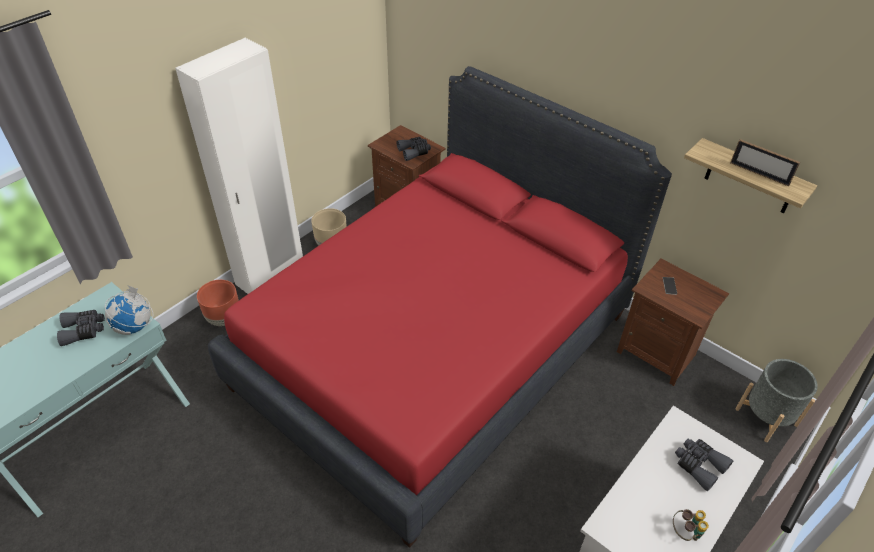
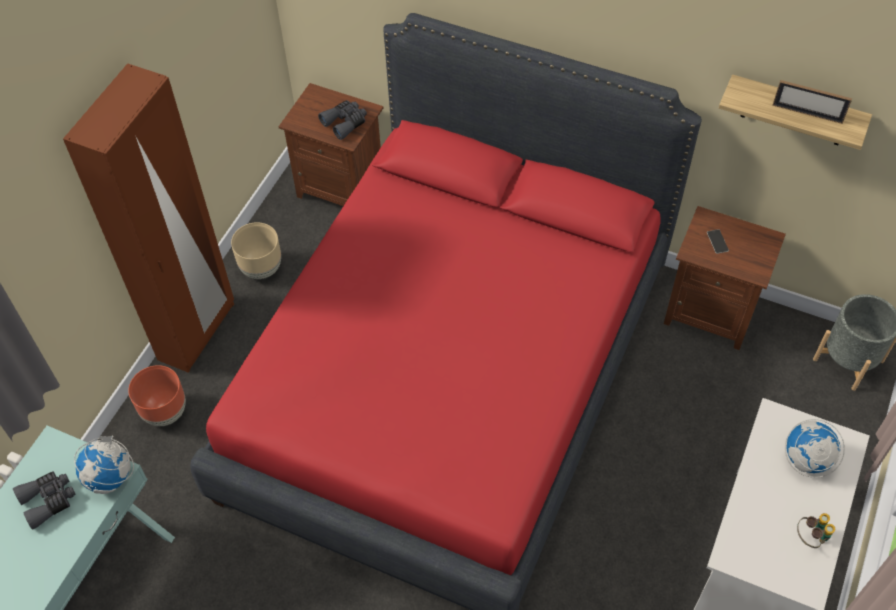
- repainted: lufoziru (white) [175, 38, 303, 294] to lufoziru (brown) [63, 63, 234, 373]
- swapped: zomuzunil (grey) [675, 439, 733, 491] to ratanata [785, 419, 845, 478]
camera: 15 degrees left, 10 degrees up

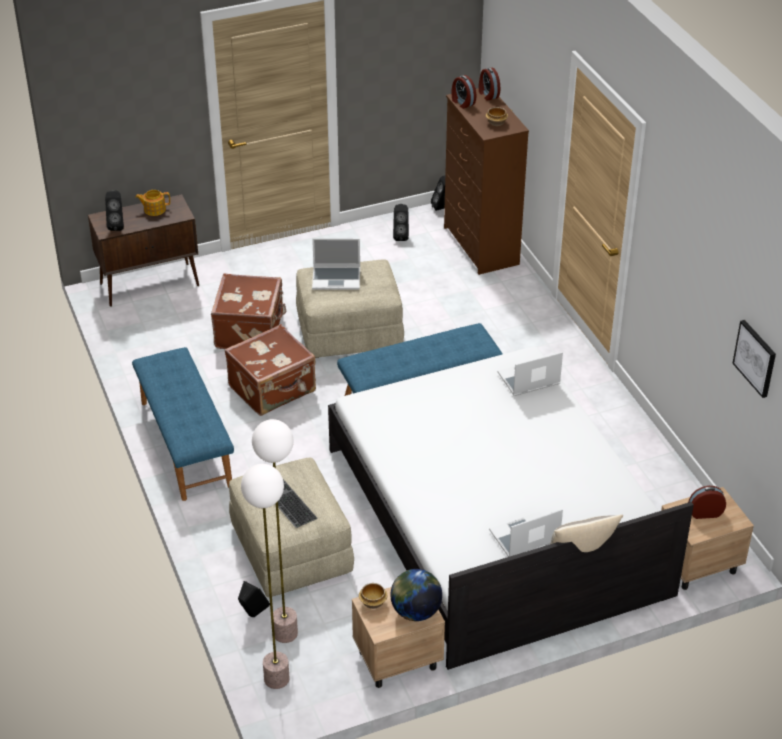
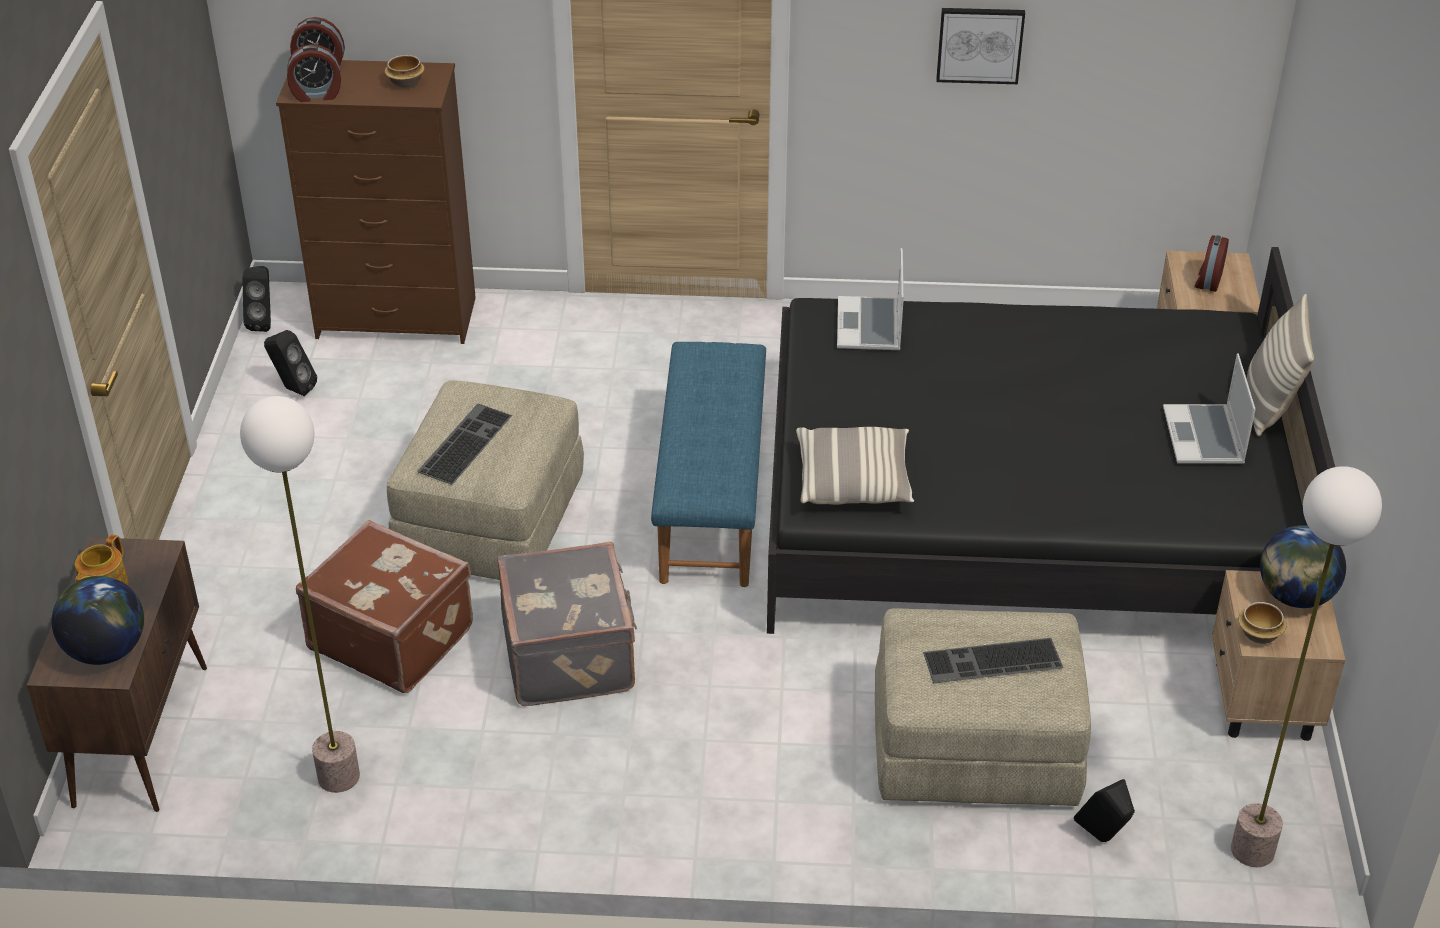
- swapped: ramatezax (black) [105, 190, 124, 231] to ratanata [52, 576, 144, 665]
- swapped: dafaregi [312, 238, 360, 290] to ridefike [417, 403, 512, 485]
- shifted: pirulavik [732, 320, 776, 398] to [936, 8, 1025, 84]
- repainted: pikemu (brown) [224, 324, 316, 416] to pikemu (grey) [497, 542, 637, 706]
- repainted: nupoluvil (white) [328, 346, 694, 670] to nupoluvil (black) [767, 247, 1335, 634]
- gone: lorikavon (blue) [132, 347, 234, 501]
- shifted: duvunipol [252, 419, 298, 643] to [240, 396, 360, 793]
- new: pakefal [796, 427, 914, 505]
camera: 65 degrees left, 0 degrees up

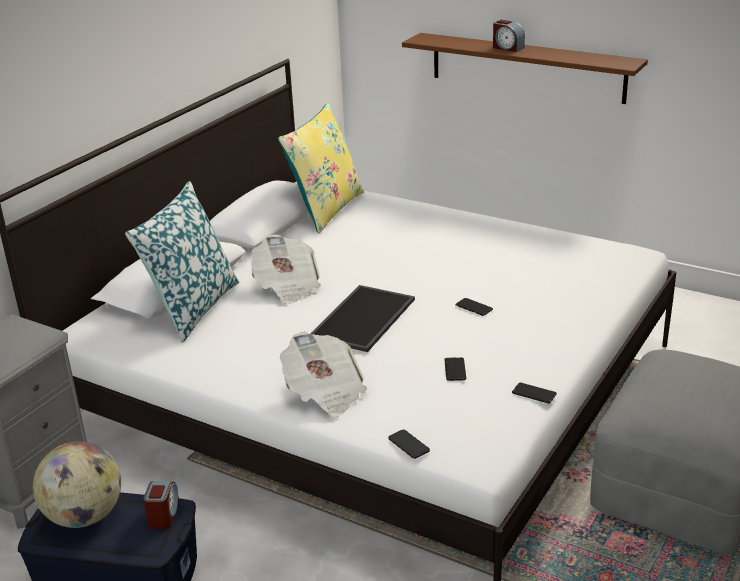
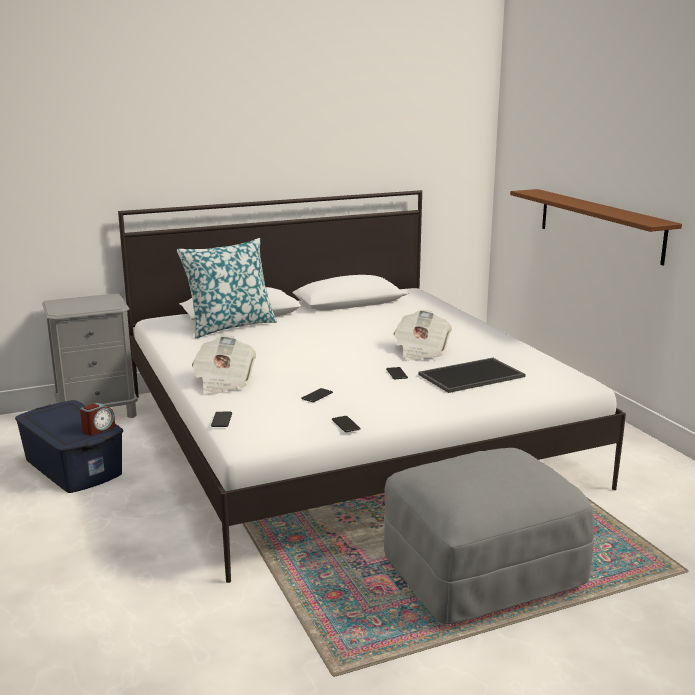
- gone: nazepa [493, 20, 525, 52]
- gone: pakefal (yellow) [278, 103, 364, 233]
- shifted: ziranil [251, 235, 321, 304] to [393, 310, 452, 361]
- shifted: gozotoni [310, 285, 415, 352] to [418, 358, 526, 393]
- gone: ratanata [33, 441, 121, 528]
camera: 35 degrees right, 10 degrees down

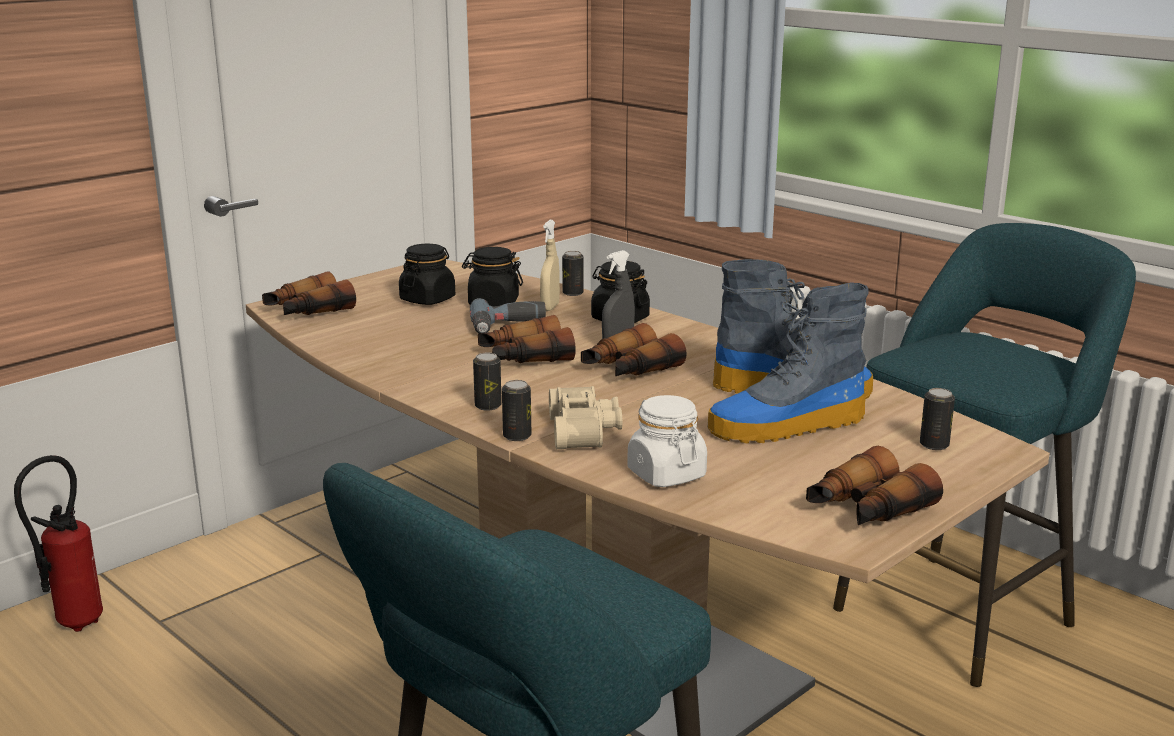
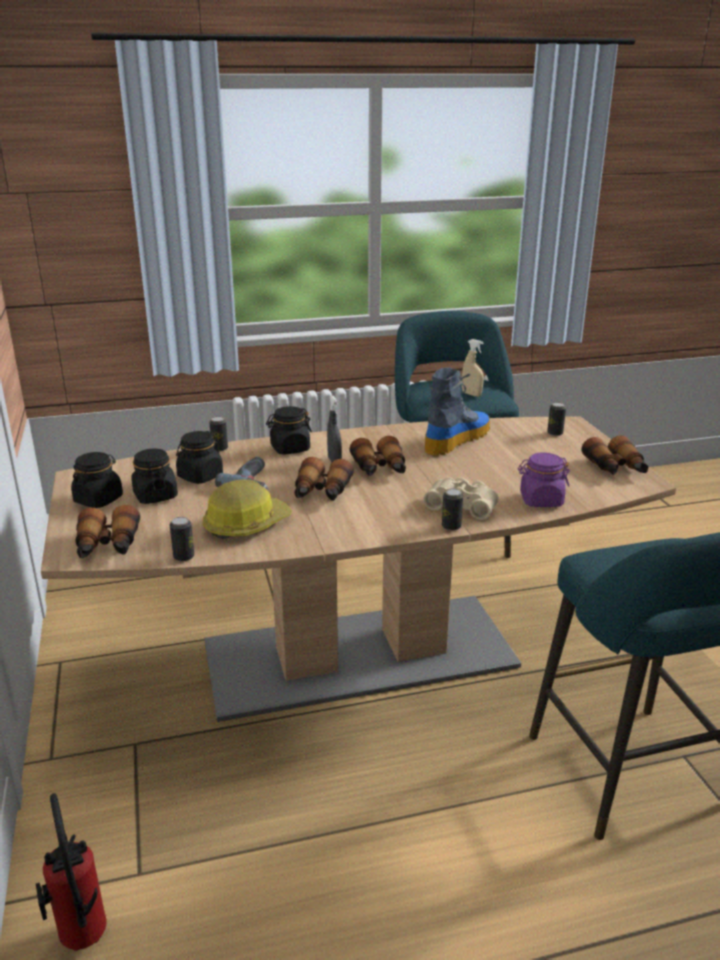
- shifted: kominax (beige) [540, 220, 560, 311] to [462, 339, 484, 397]
- gone: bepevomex [707, 283, 868, 443]
- shifted: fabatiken [473, 353, 502, 411] to [170, 517, 194, 562]
- repainted: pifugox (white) [627, 395, 707, 487] to pifugox (purple) [518, 453, 570, 507]
- new: pifugox (black) [71, 452, 123, 508]
- new: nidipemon [203, 479, 292, 539]
camera: 60 degrees left, 5 degrees up

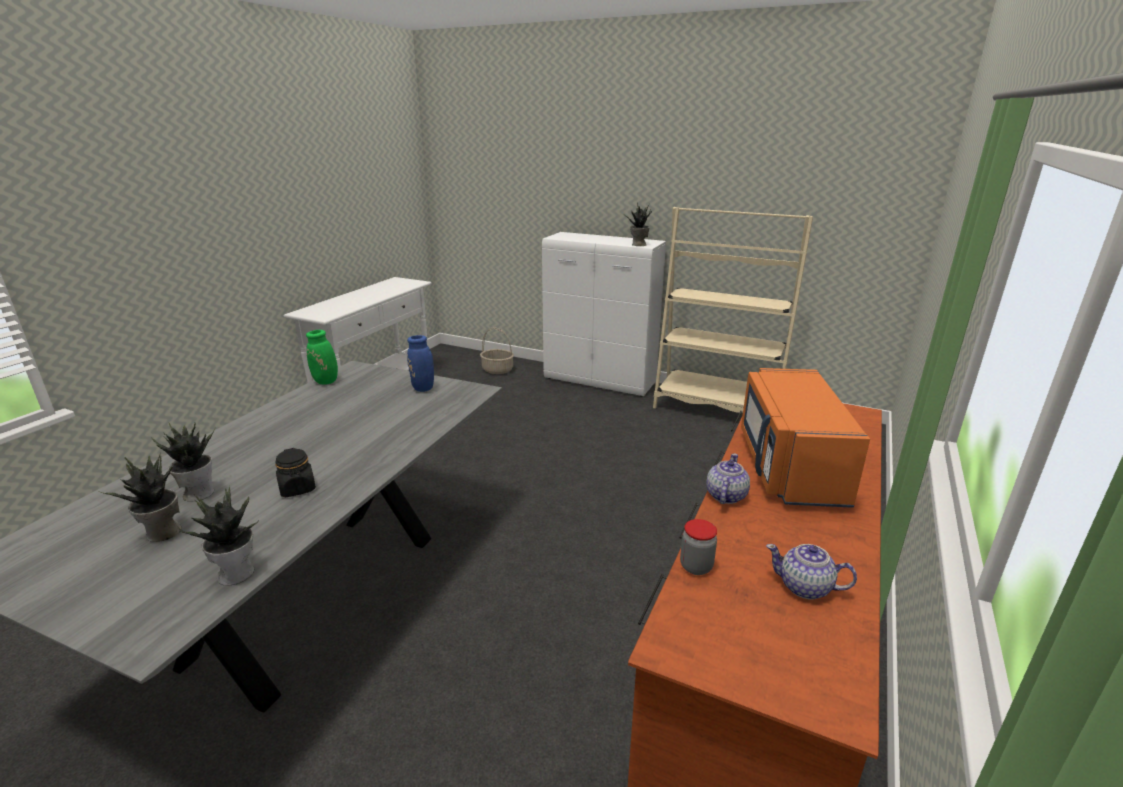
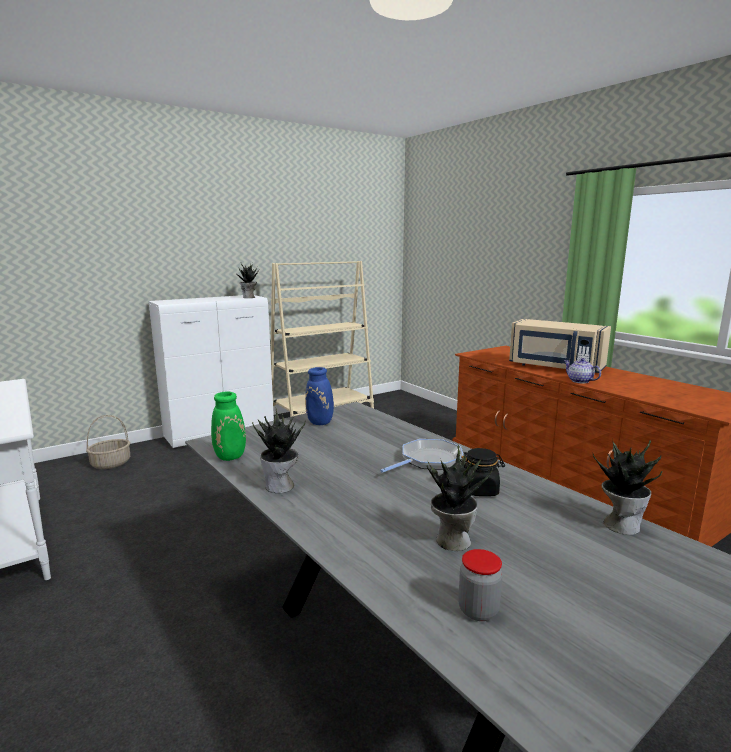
- repainted: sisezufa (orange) [741, 368, 870, 508] to sisezufa (beige) [509, 319, 611, 373]
- shifted: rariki [100, 453, 182, 542] to [252, 408, 306, 493]
- shifted: pifugox [680, 519, 717, 575] to [458, 549, 503, 621]
- gone: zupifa [766, 544, 857, 599]
- new: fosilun [380, 439, 463, 473]
camera: 60 degrees left, 10 degrees down

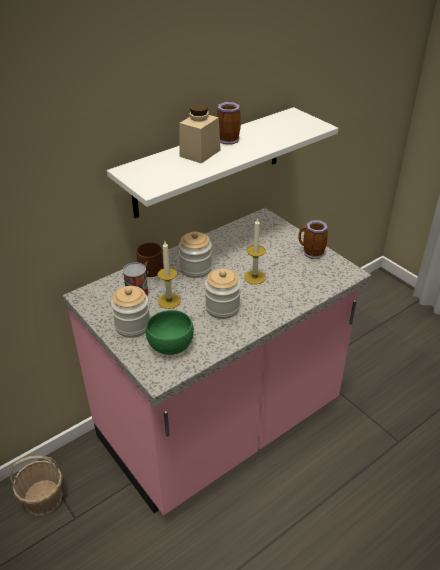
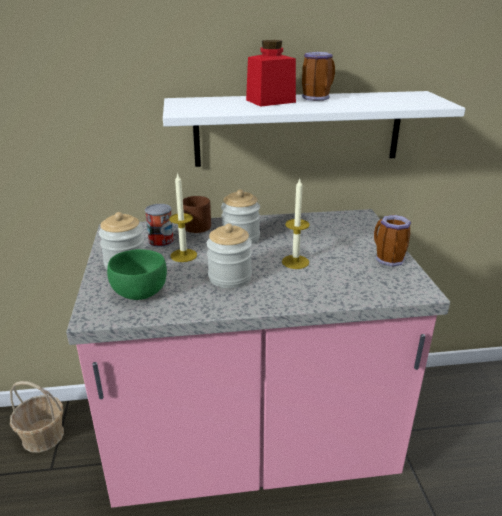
- repainted: pifugox (beige) [179, 104, 221, 164] to pifugox (red) [246, 40, 296, 107]
camera: 30 degrees right, 10 degrees down

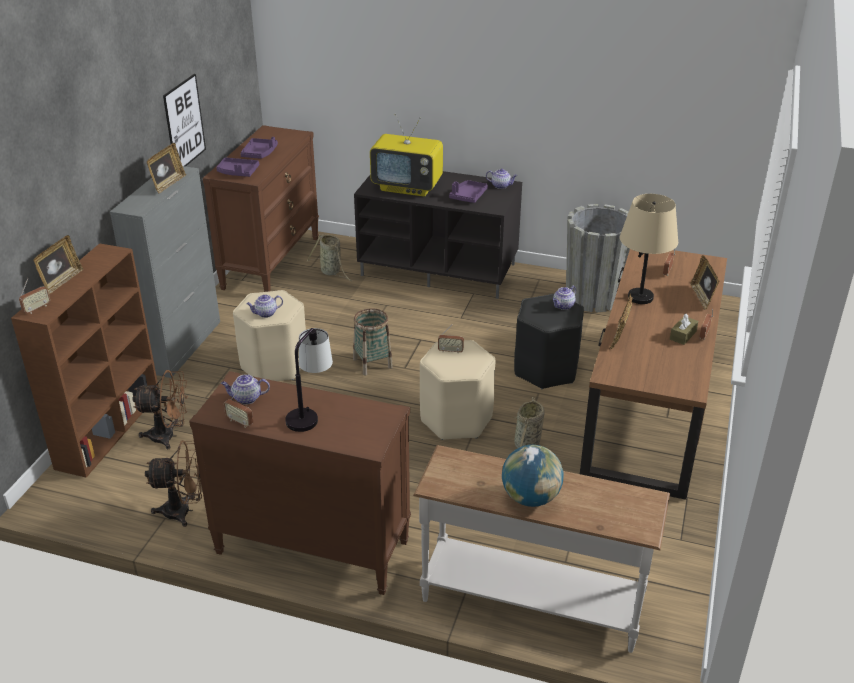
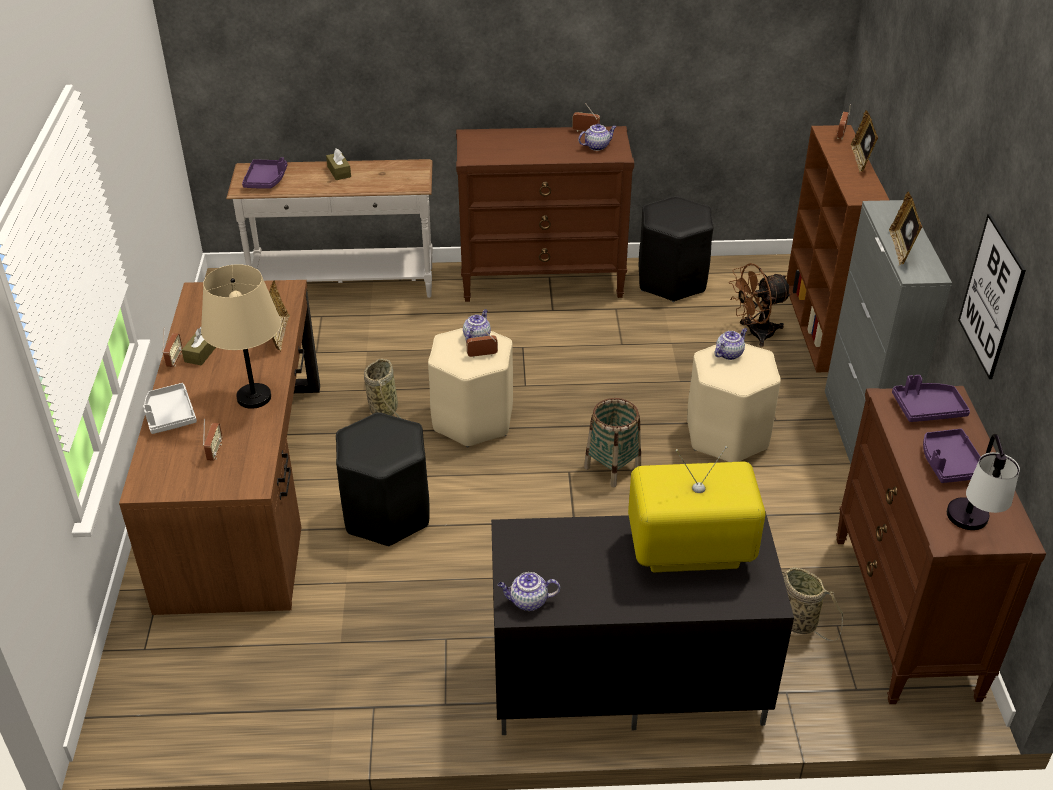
- shifted: gozotoni (purple) [449, 180, 488, 203] to [242, 157, 288, 189]
- gone: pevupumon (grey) [566, 204, 630, 313]
- swapped: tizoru [690, 255, 719, 310] to gozotoni (grey) [143, 383, 197, 434]
- shifted: zupifa [553, 286, 576, 310] to [463, 309, 491, 340]
- shifted: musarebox [285, 328, 333, 432] to [947, 433, 1020, 530]
- swapped: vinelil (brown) [145, 440, 202, 527] to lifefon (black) [639, 196, 713, 302]
- swapped: ratanata [502, 445, 564, 507] to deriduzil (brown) [326, 148, 351, 180]
camera: 160 degrees right, 5 degrees up

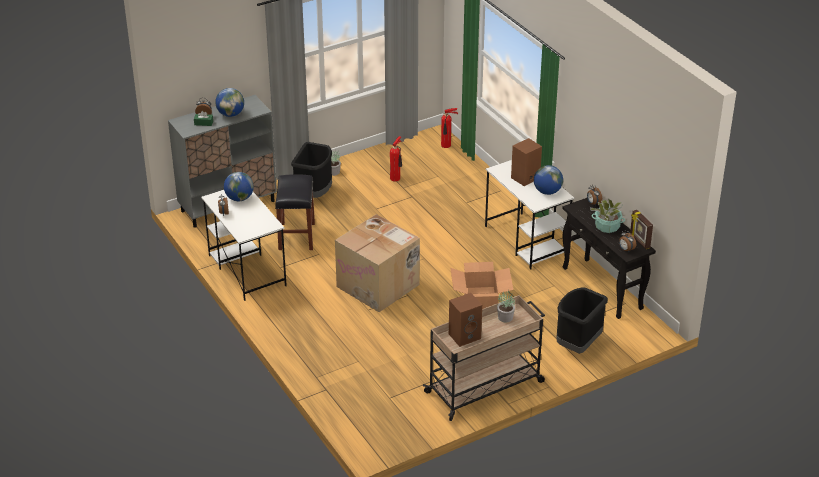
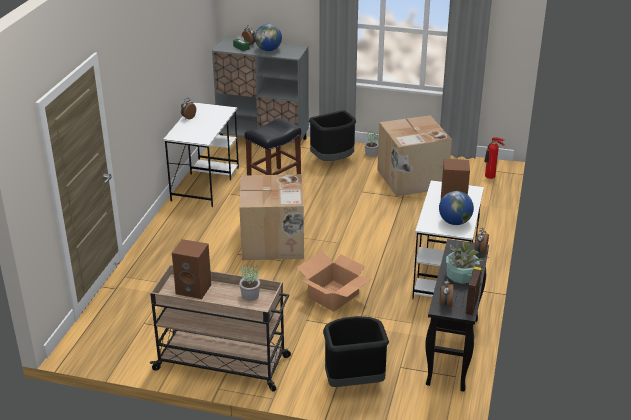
- swapped: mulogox [390, 136, 402, 181] to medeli [377, 116, 452, 197]
- gone: ratanata [224, 172, 254, 201]
camera: 45 degrees right, 5 degrees down

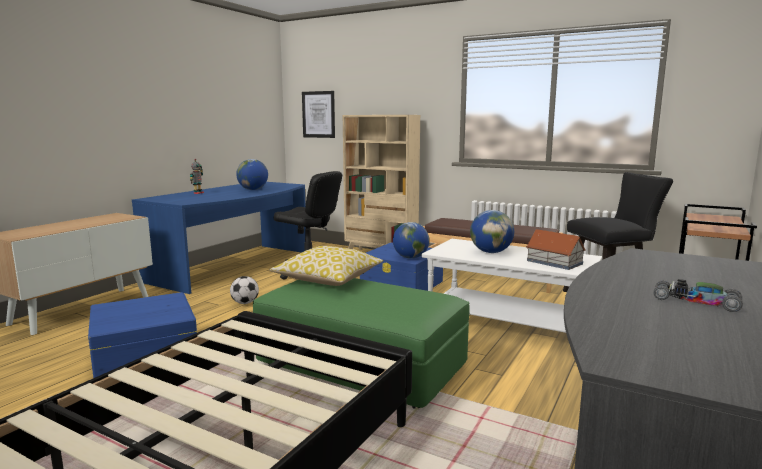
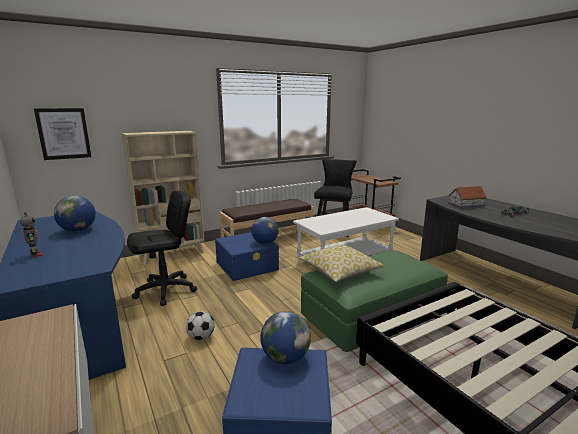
- shifted: ratanata [470, 210, 514, 253] to [260, 311, 311, 364]
- shifted: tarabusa [526, 229, 586, 270] to [449, 186, 487, 209]
camera: 60 degrees left, 5 degrees up

